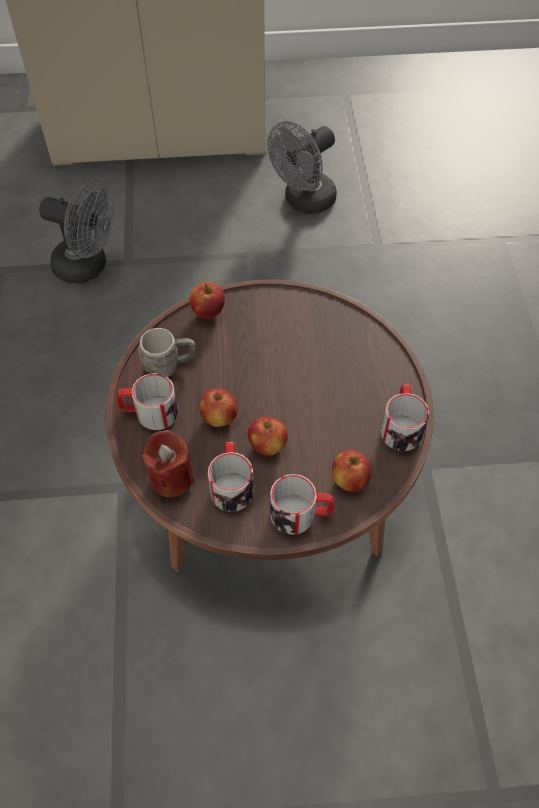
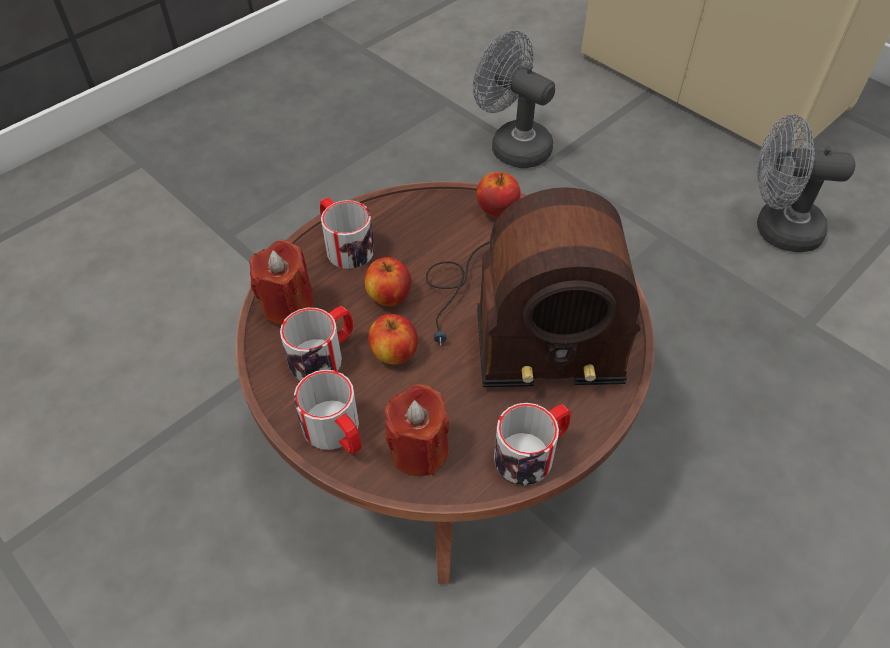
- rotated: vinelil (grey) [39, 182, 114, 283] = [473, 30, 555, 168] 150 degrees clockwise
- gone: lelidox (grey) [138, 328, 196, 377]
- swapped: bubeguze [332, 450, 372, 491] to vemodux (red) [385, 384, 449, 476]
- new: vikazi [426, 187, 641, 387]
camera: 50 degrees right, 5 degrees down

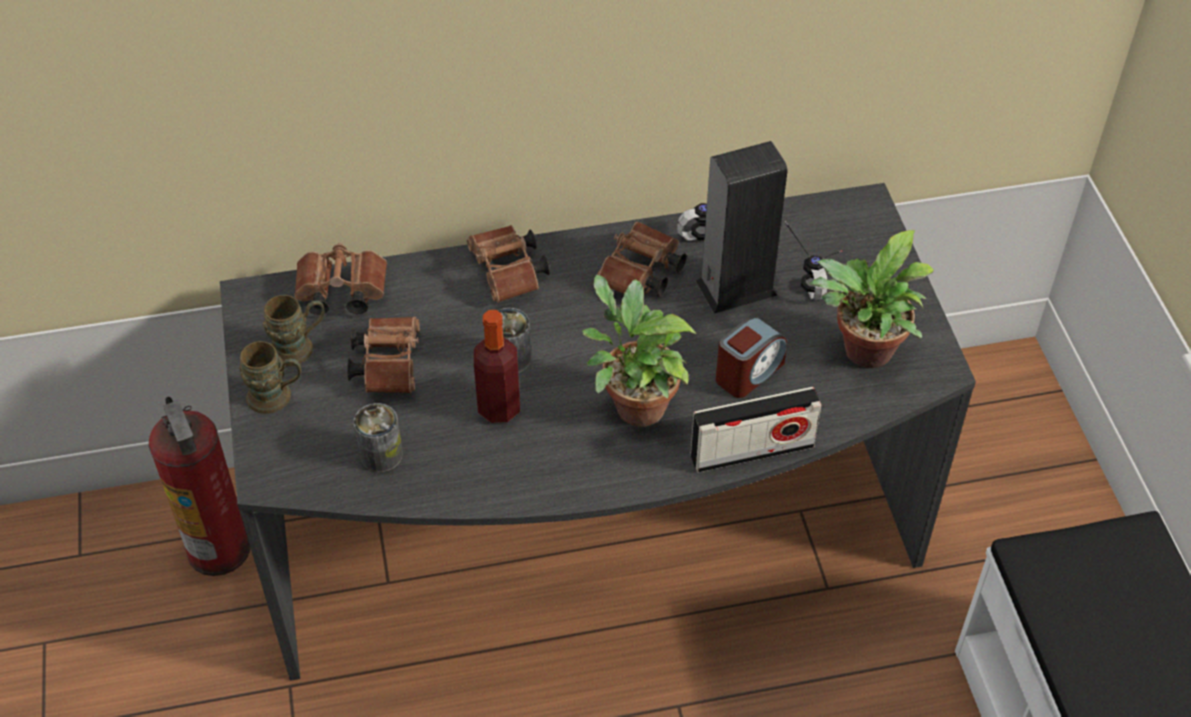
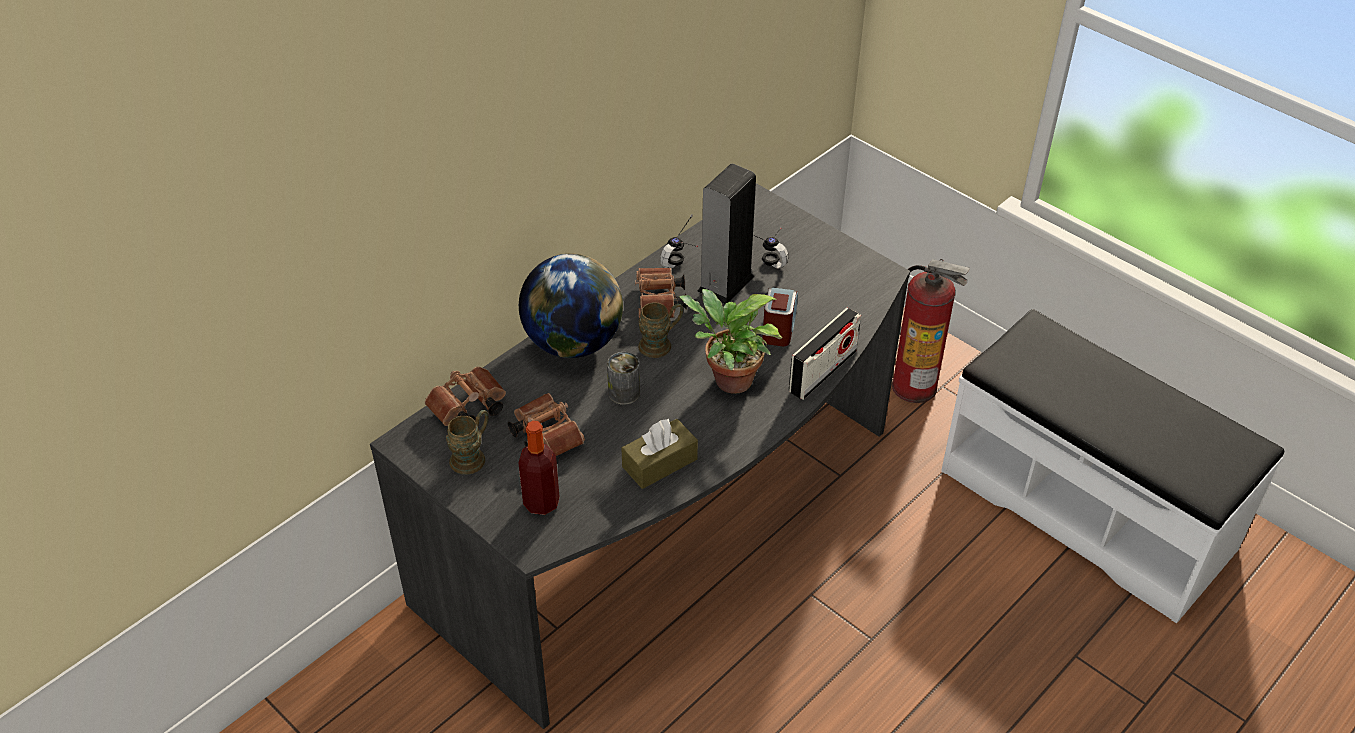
- swapped: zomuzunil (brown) [467, 225, 550, 303] to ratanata [519, 254, 623, 358]
- gone: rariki [808, 230, 934, 368]
- shifted: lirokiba [474, 310, 520, 423] to [518, 421, 560, 515]
- shifted: lelidox (brown) [239, 341, 302, 414] to [638, 302, 683, 358]
- shifted: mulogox [149, 397, 250, 576] to [892, 259, 970, 403]
- gone: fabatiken [353, 403, 403, 472]
- new: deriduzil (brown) [622, 418, 698, 489]
camera: 35 degrees left, 5 degrees down

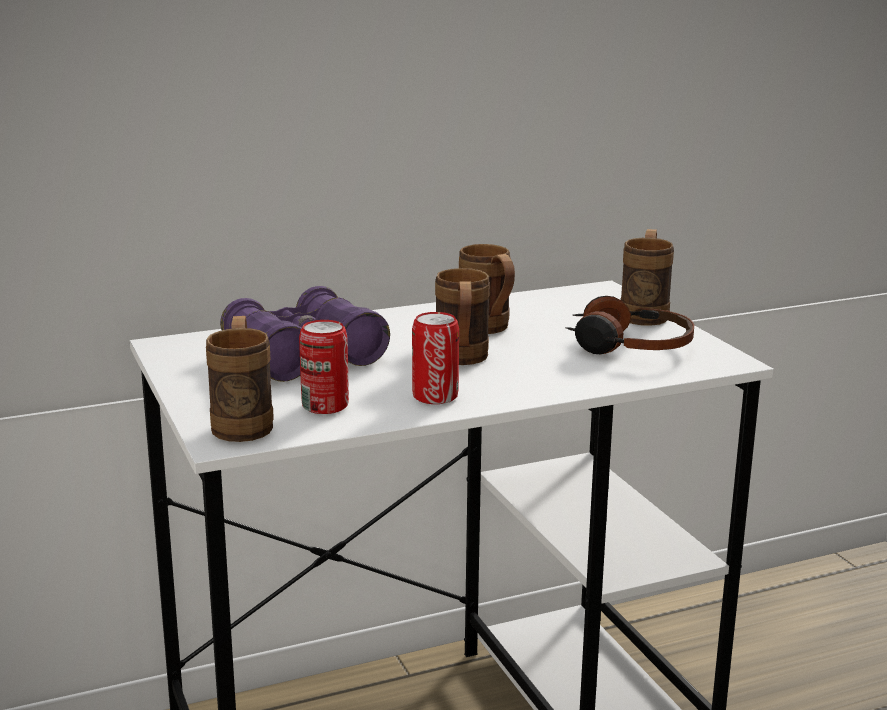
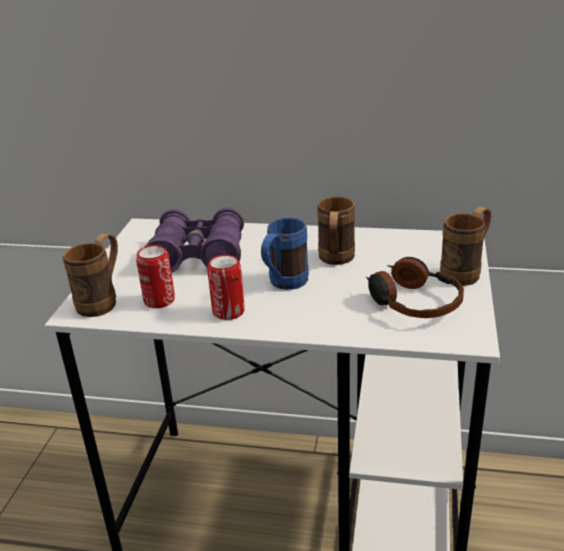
- repainted: lelidox (brown) [435, 268, 490, 365] to lelidox (blue) [261, 218, 309, 290]
camera: 35 degrees right, 10 degrees up

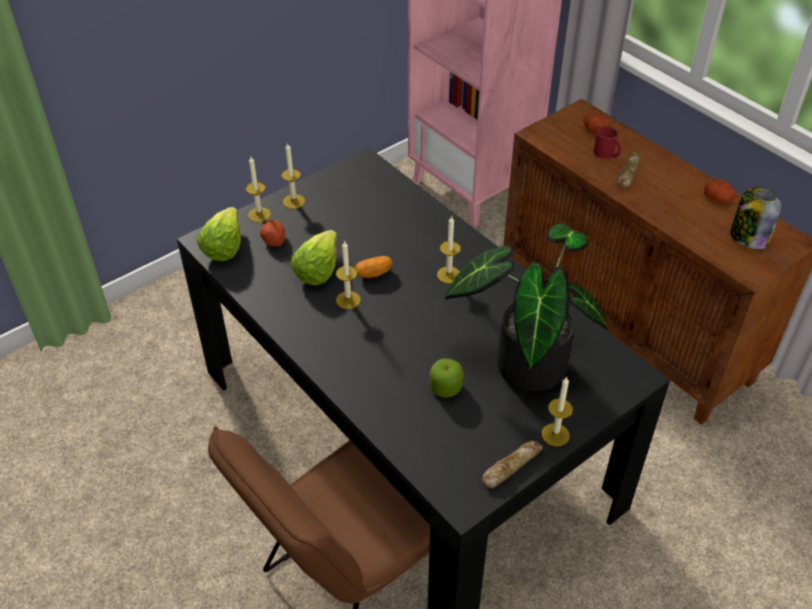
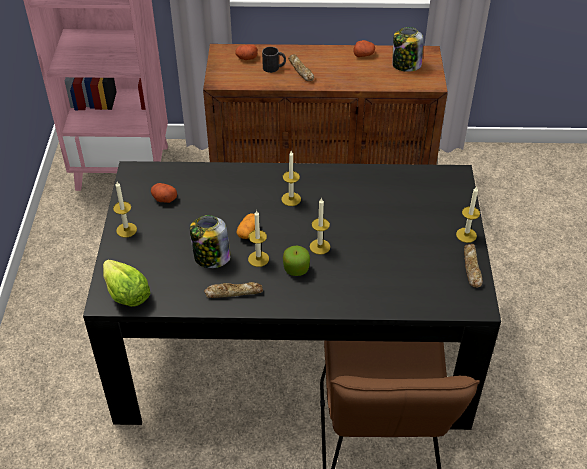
- repainted: lelidox (red) [594, 126, 621, 159] to lelidox (black) [262, 47, 286, 73]
- shifted: vemodux [246, 157, 271, 222] to [310, 198, 330, 255]
- shifted: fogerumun [260, 220, 285, 246] to [151, 183, 177, 203]
- gone: rariki [445, 224, 608, 391]
- swapped: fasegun [291, 230, 337, 285] to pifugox [190, 215, 231, 268]
- shifted: bubeguze [430, 358, 464, 398] to [283, 245, 310, 276]
- new: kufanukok [204, 282, 263, 298]
camera: 50 degrees left, 0 degrees up

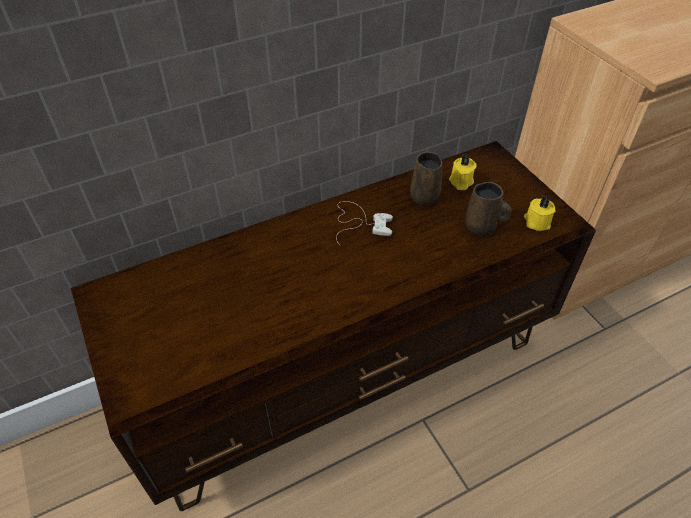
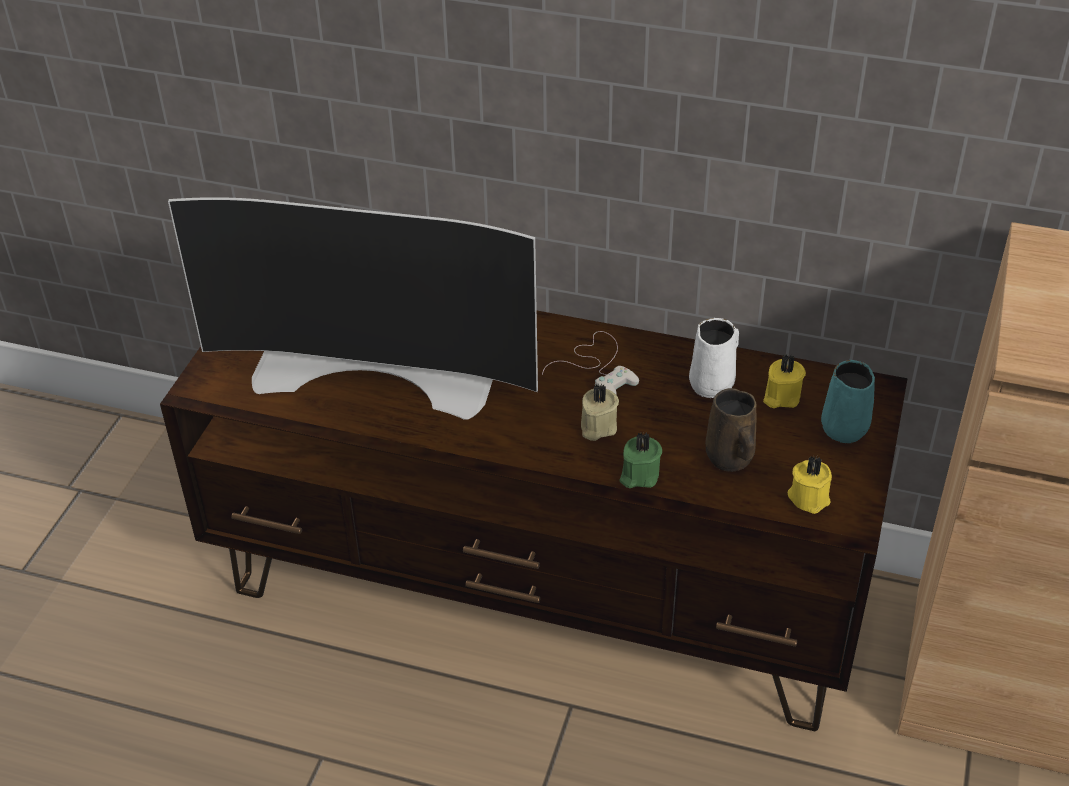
- repainted: lelidox (brown) [410, 152, 442, 205] to lelidox (white) [689, 318, 739, 398]
- new: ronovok [168, 197, 538, 420]
- new: lelidox (turquoise) [821, 360, 875, 443]
- new: vemodux (beige) [581, 383, 619, 441]
- new: vemodux (green) [619, 433, 662, 488]
camera: 45 degrees right, 5 degrees down

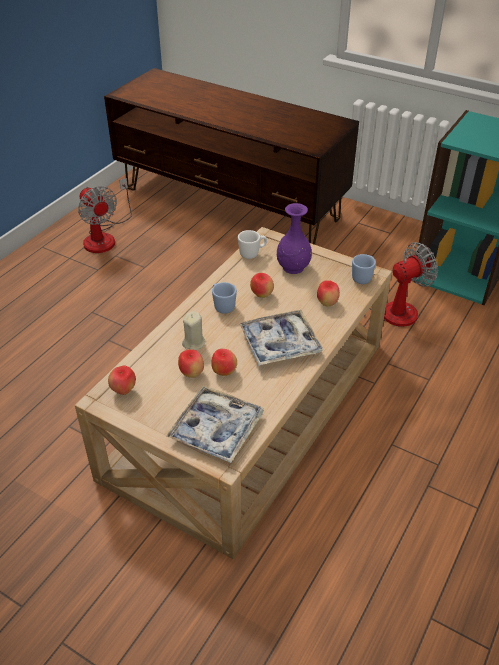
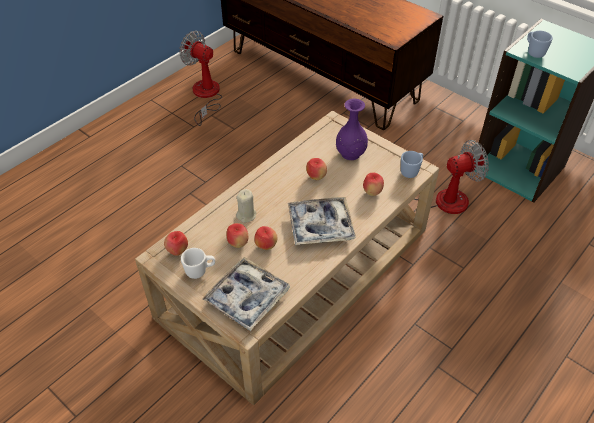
- rotated: vinelil [78, 178, 132, 253] = [179, 31, 222, 126] 150 degrees clockwise
- shifted: lelidox (white) [238, 230, 267, 259] to [181, 248, 215, 279]
- shifted: lelidox (blue) [212, 282, 237, 314] to [527, 31, 553, 58]
camera: 10 degrees right, 5 degrees up

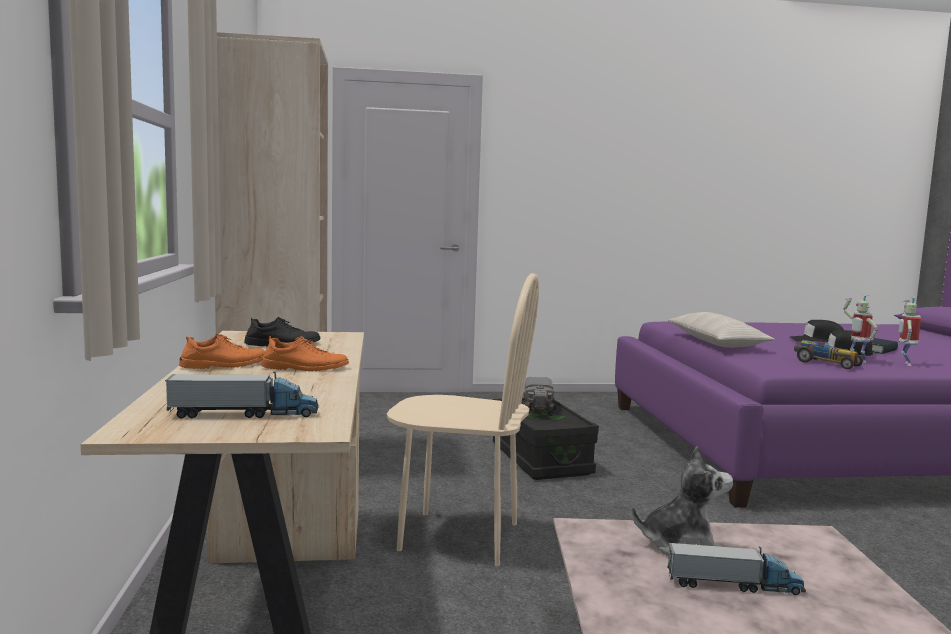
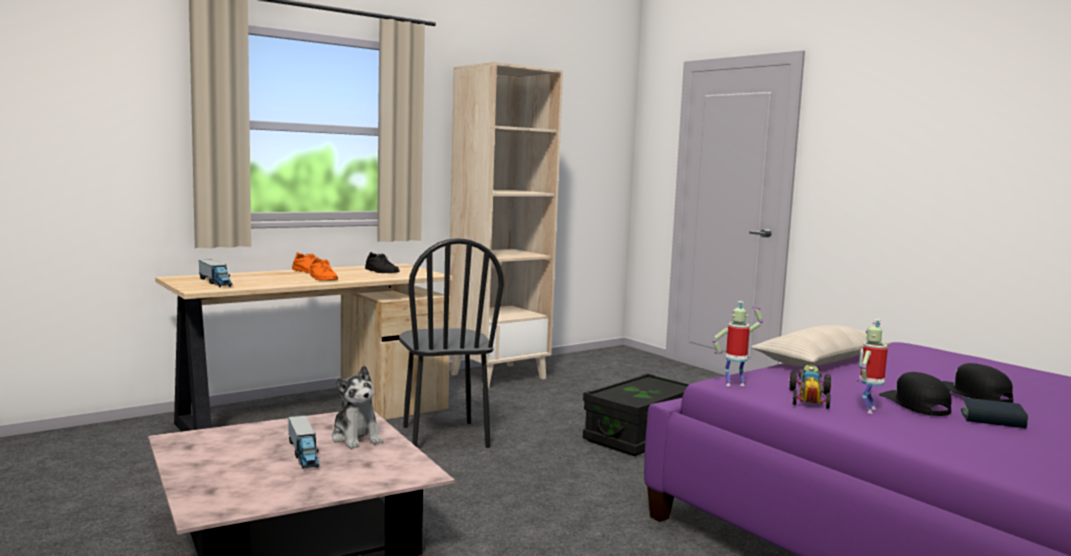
- repainted: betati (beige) [387, 273, 539, 566] to betati (black) [399, 238, 504, 448]
- shifted: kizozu [899, 297, 921, 366] to [713, 301, 763, 386]
- gone: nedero [524, 377, 556, 416]
camera: 60 degrees right, 0 degrees up

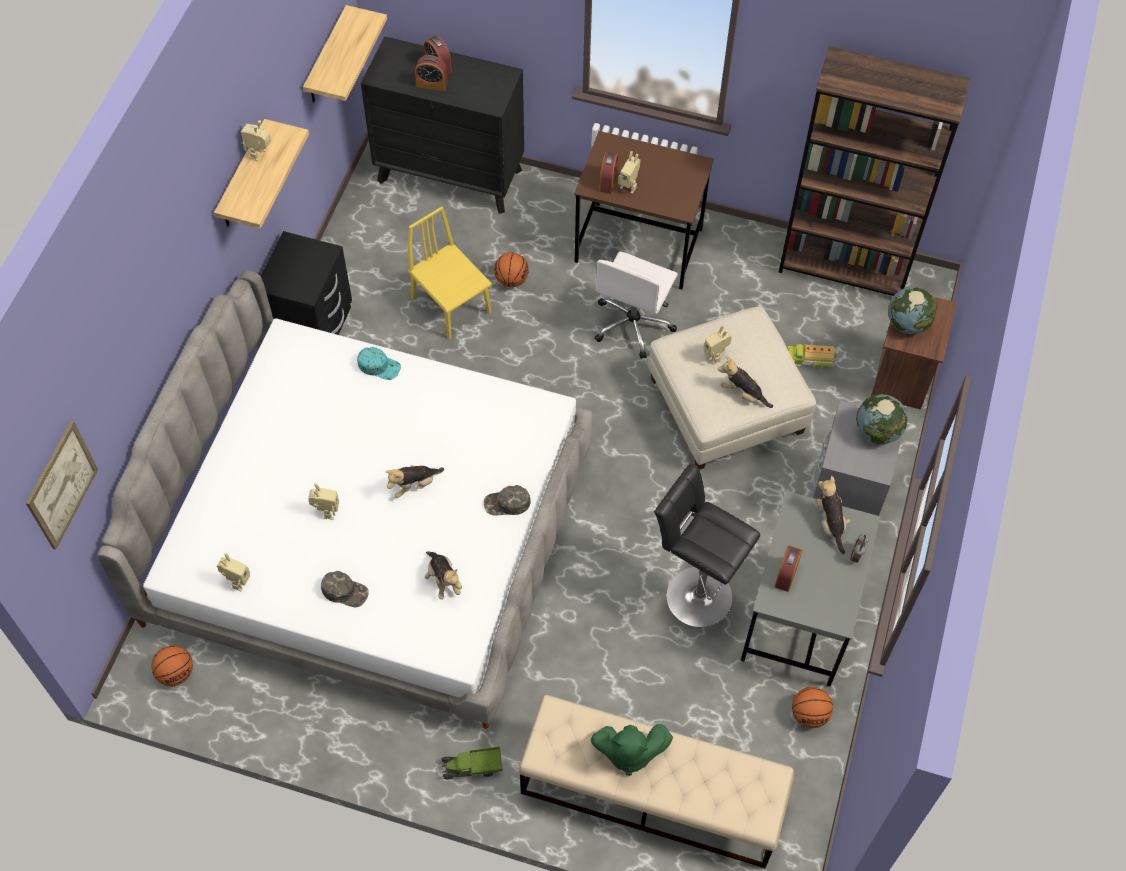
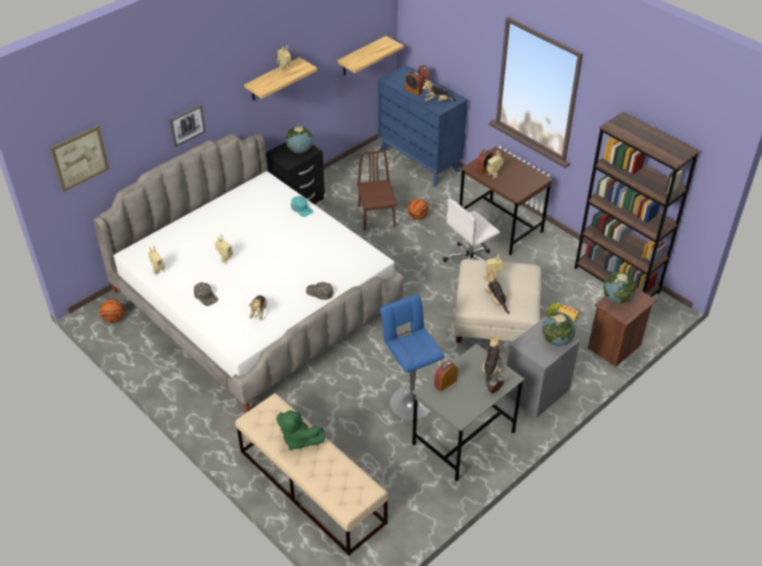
- repainted: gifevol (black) [361, 36, 524, 214] to gifevol (blue) [378, 65, 467, 187]
- repainted: betati (yellow) [408, 207, 492, 339] to betati (brown) [357, 150, 397, 231]
- repainted: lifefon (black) [654, 463, 760, 627] to lifefon (blue) [380, 294, 444, 420]
- shifted: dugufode [385, 465, 444, 498] to [422, 79, 456, 101]
- gone: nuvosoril [792, 687, 833, 728]
- gone: nedero [441, 747, 503, 780]
- new: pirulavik [169, 104, 206, 147]
- new: ratanata [286, 126, 313, 154]
camera: 30 degrees right, 15 degrees down

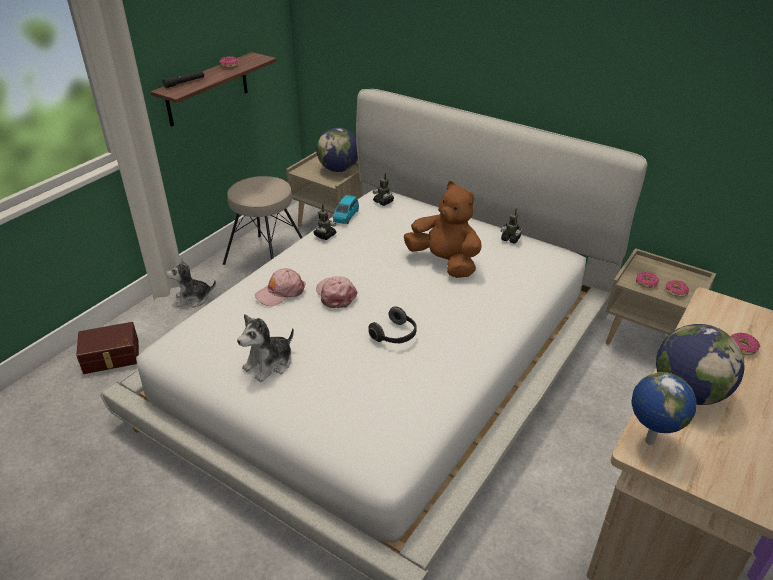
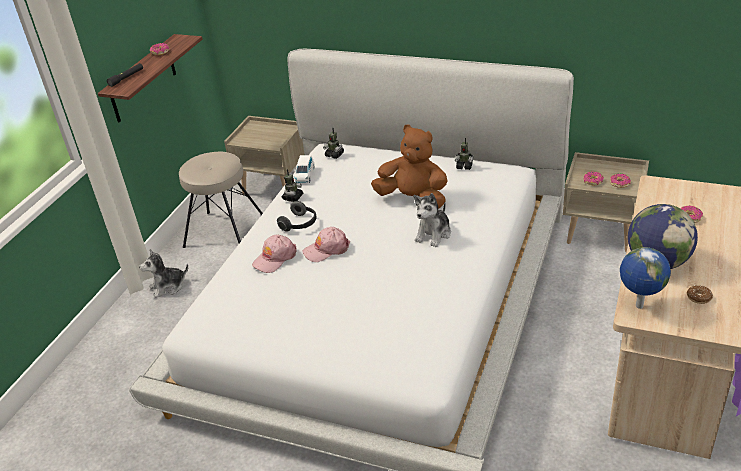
- gone: ratanata [317, 128, 358, 172]
- repainted: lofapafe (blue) [333, 195, 359, 224] to lofapafe (white) [294, 155, 314, 184]
- rotated: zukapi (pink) [316, 276, 357, 308] = [302, 227, 350, 262] 75 degrees counterclockwise
- shifted: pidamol [368, 306, 417, 344] to [277, 201, 316, 232]
- shifted: dugufode [237, 314, 294, 382] to [414, 193, 451, 247]
- gone: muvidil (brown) [76, 322, 139, 374]
- new: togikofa [687, 285, 713, 304]
camera: 10 degrees left, 0 degrees up

